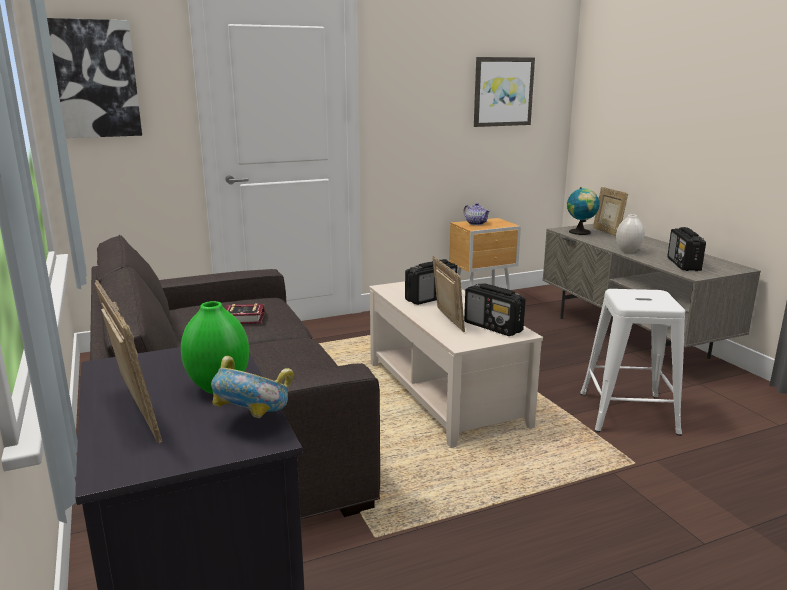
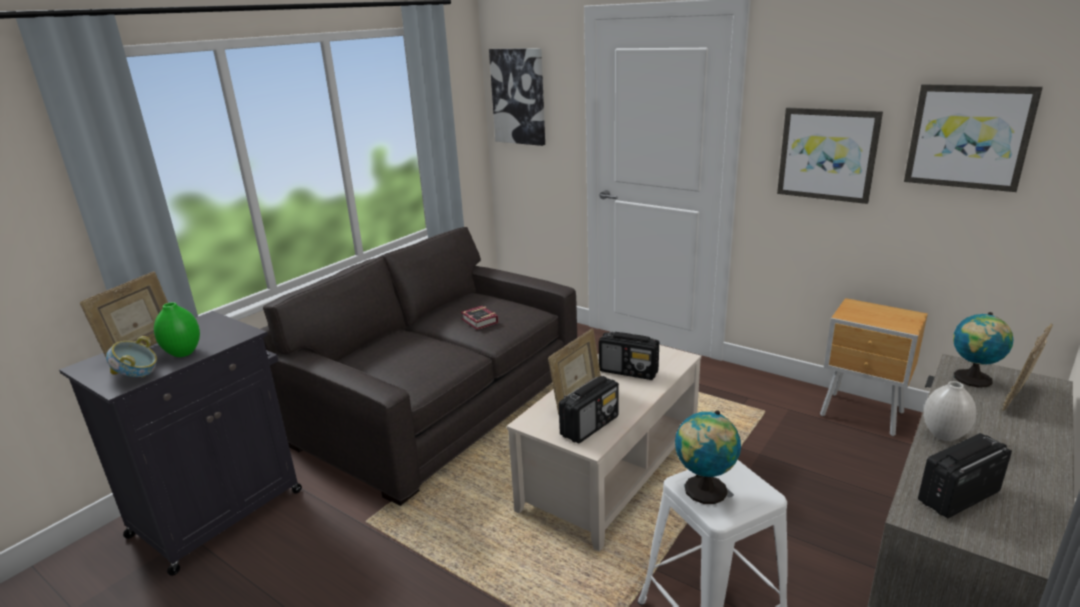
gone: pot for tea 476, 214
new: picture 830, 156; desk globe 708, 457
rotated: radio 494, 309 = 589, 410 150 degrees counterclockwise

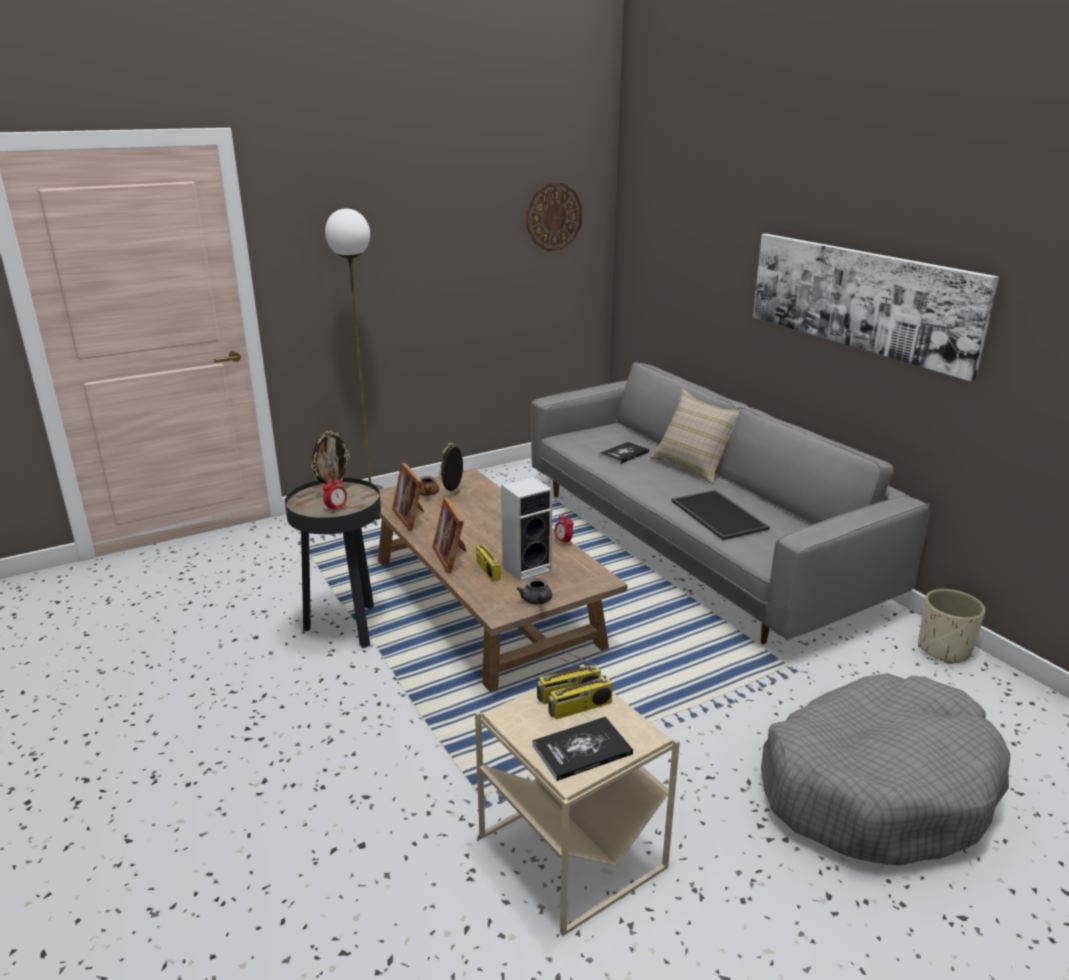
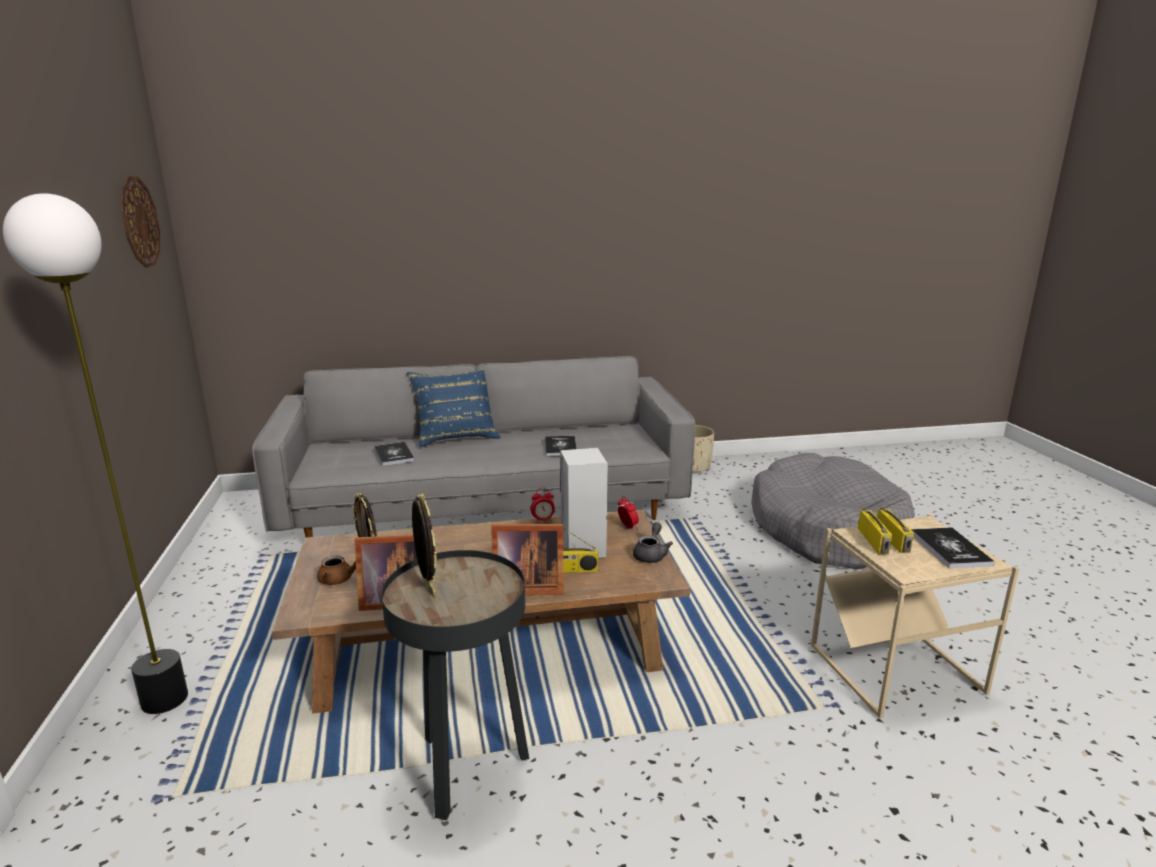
gone: picture 876, 307
shifted: table clock 335, 494 to 628, 513
swapped: carrying tray 720, 515 to book 561, 446
repainted: sand-coloured throw pillow 694, 437 to bluish throw pillow 454, 407
rotated: grey pot for tea 534, 591 = 653, 542 75 degrees counterclockwise

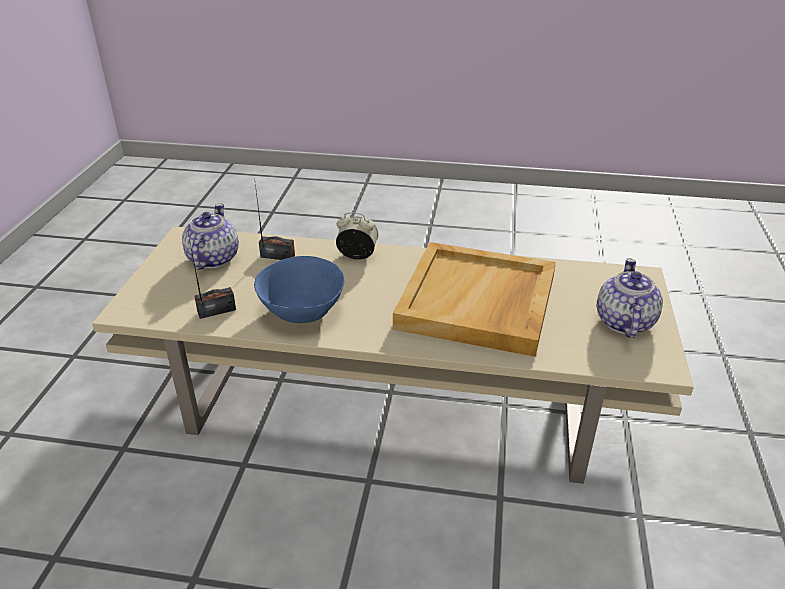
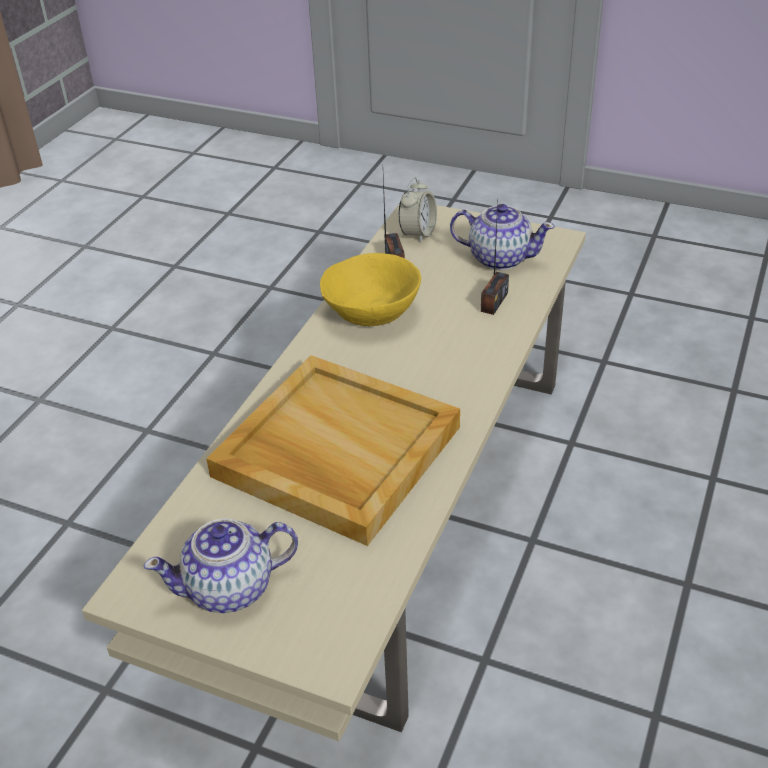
shifted: table clock 357, 235 to 418, 210
repainted: bluish deep dish 299, 289 to yellow-coloured deep dish 370, 289
rotated: pot for tea 630, 298 = 221, 565 135 degrees clockwise

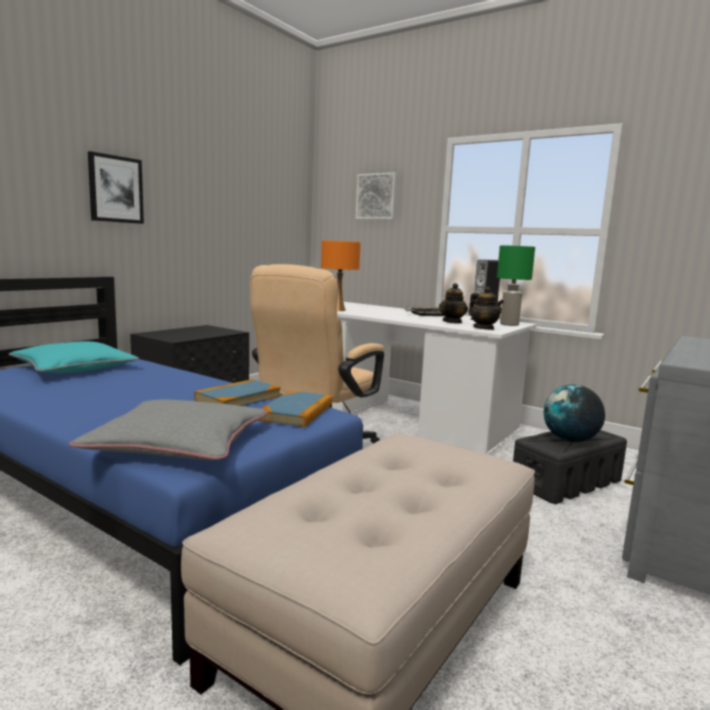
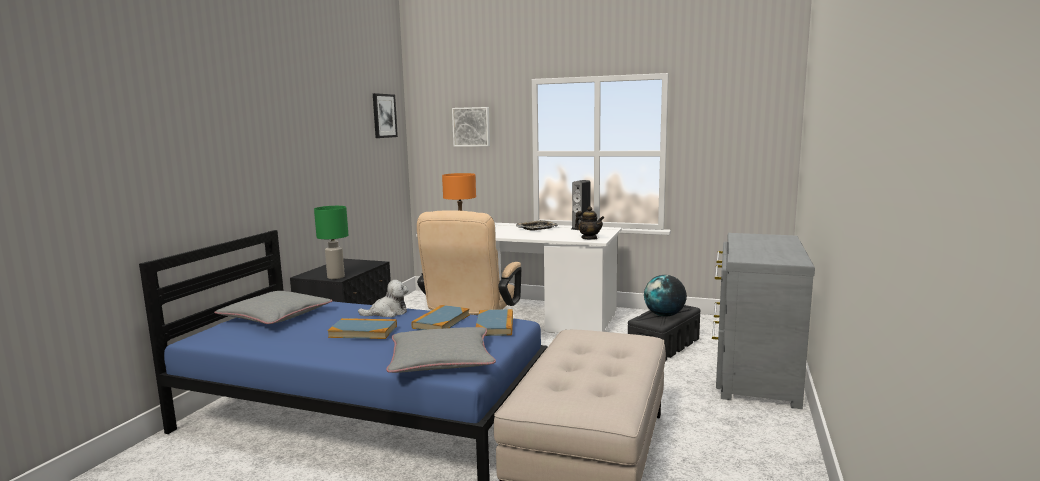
gone: pot for tea 453, 303
new: plush toy 383, 299; book 362, 328
shifted: picture 116, 187 to 385, 115; greenish lamp for a table 516, 285 to 331, 242
repainted: turquoise throw pillow 73, 357 to grey throw pillow 273, 307

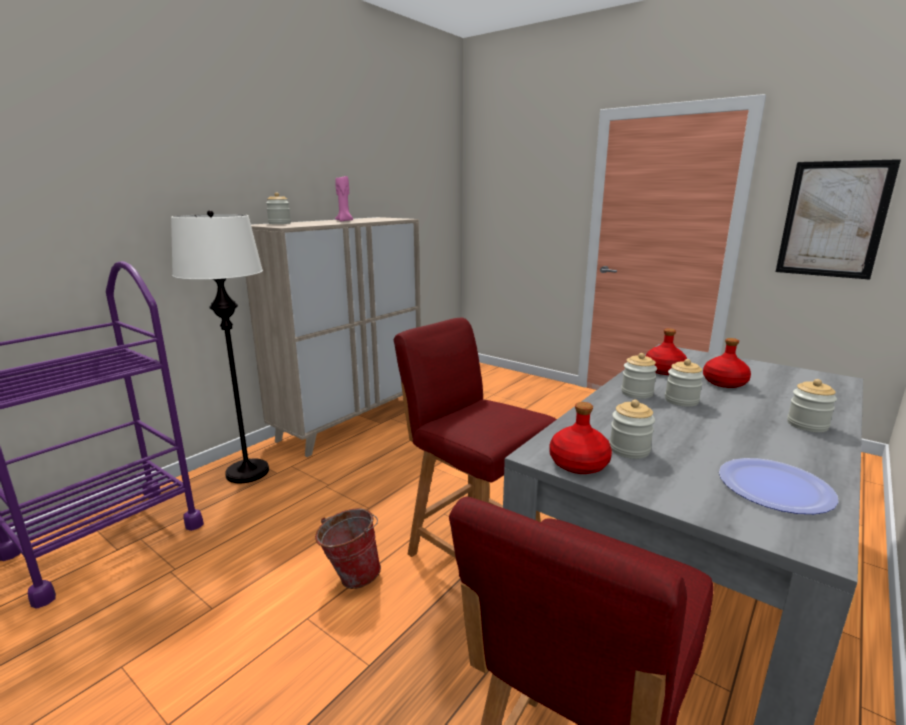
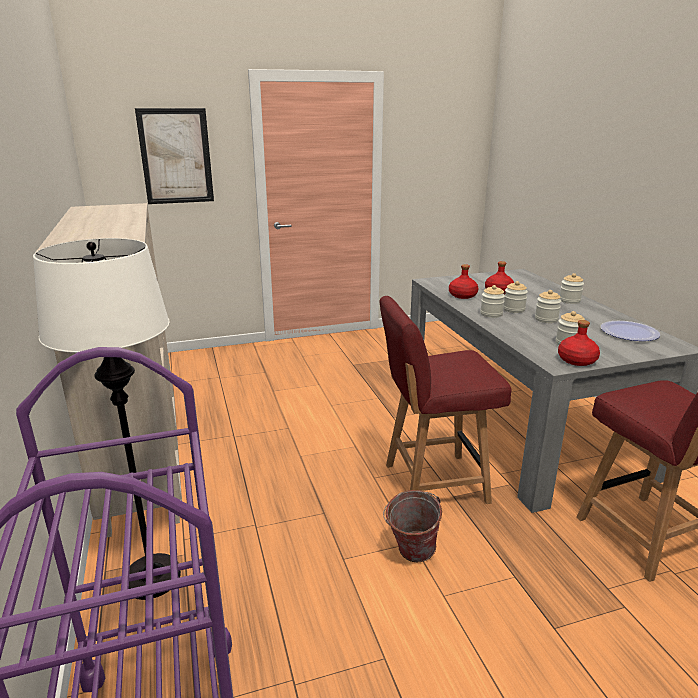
gone: pink-coloured candle 344, 198
shifted: picture 838, 219 to 174, 156; preserve jar 278, 208 to 548, 306

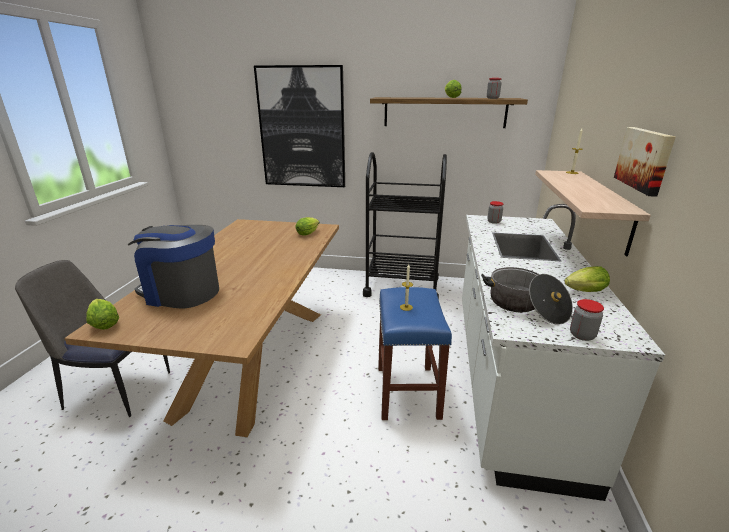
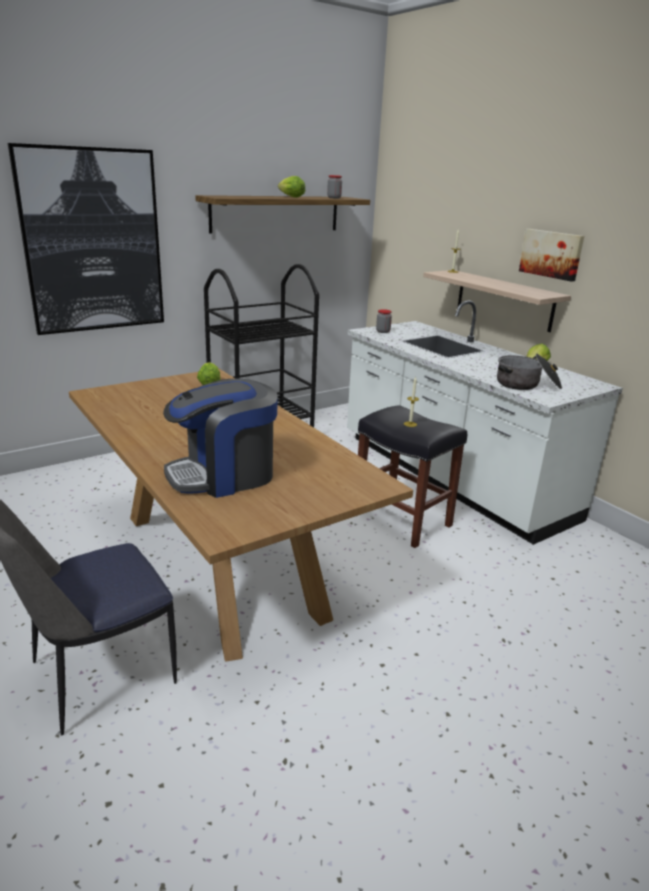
gone: head of lettuce 102, 314; preserve jar 587, 320
repainted: bluish sitting stool 415, 353 to blackish sitting stool 412, 476

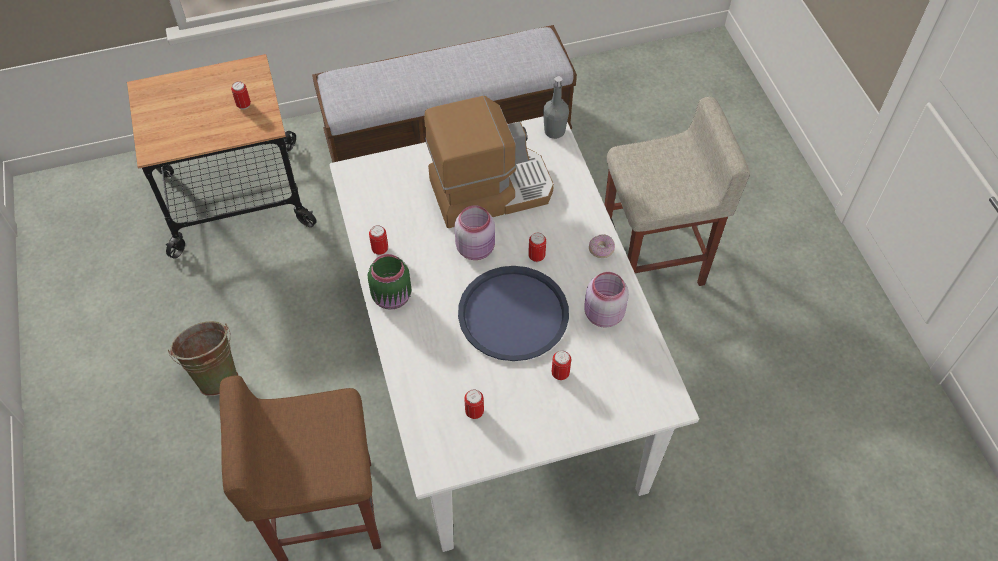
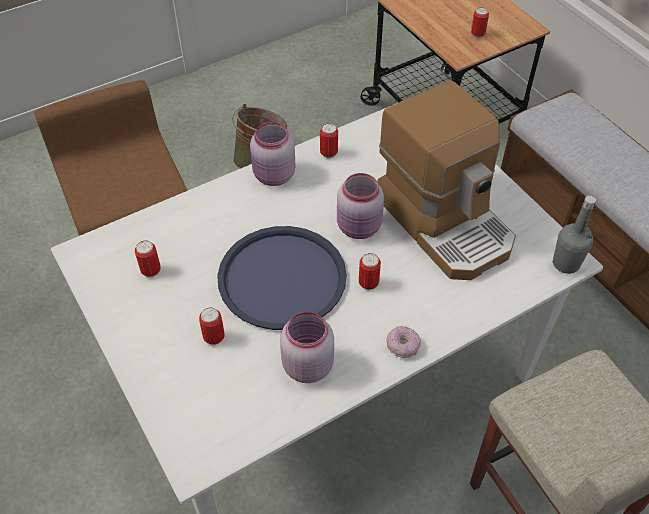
repainted: greenish preserve jar 390, 282 to pink-coloured preserve jar 272, 154

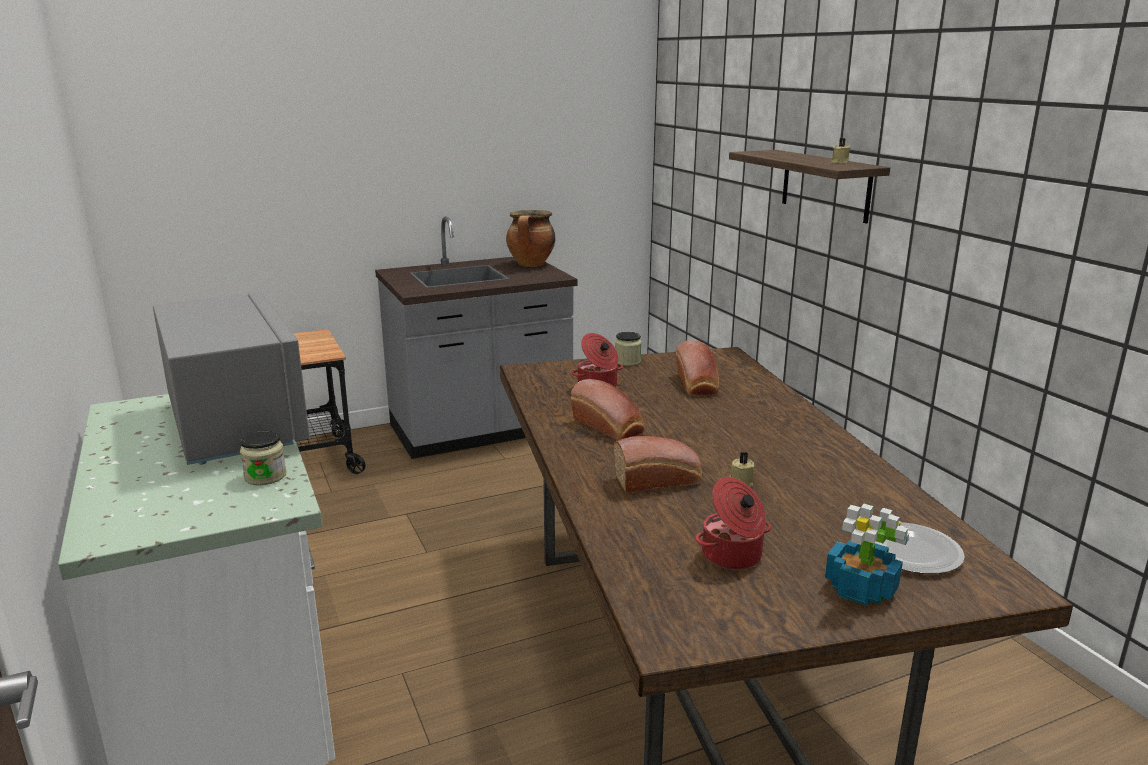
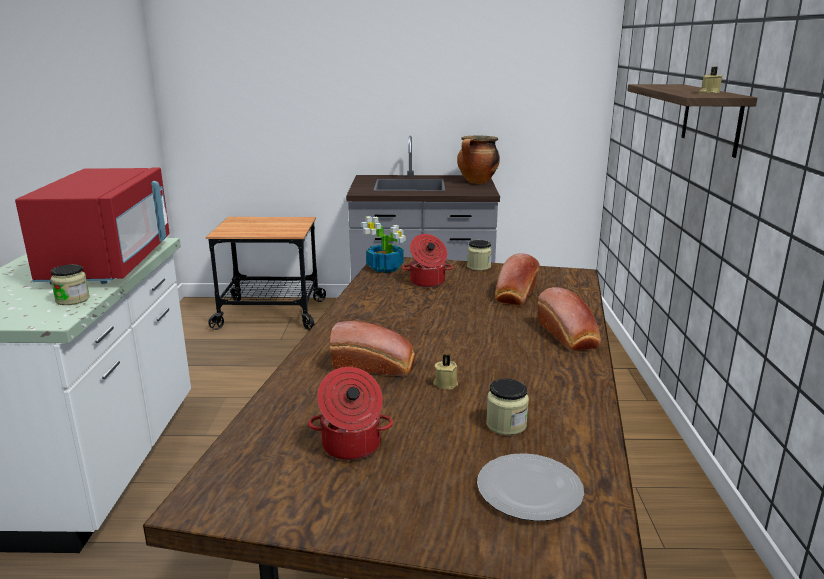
new: preserve jar 507, 407
shifted: bakery bread 608, 409 to 569, 319; potted plant 867, 555 to 383, 244
repainted: grey kitchen microwave 231, 378 to reddish kitchen microwave 92, 226

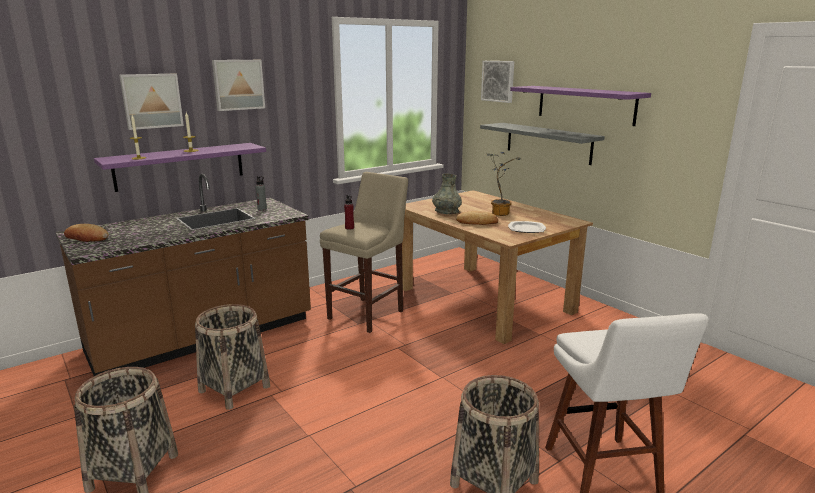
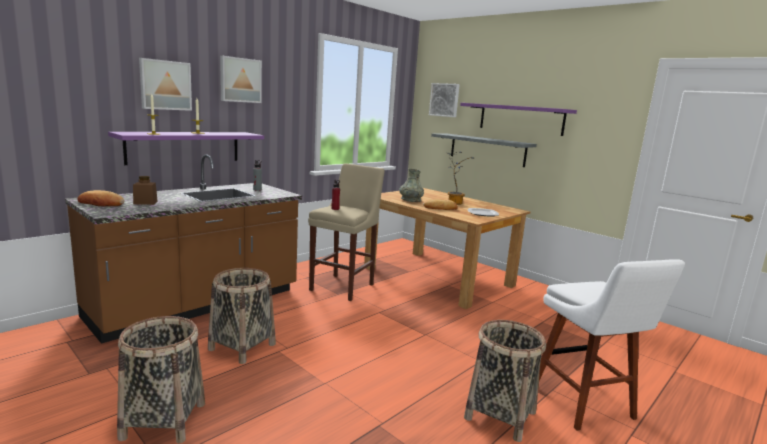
new: brownish preserve jar 145, 190

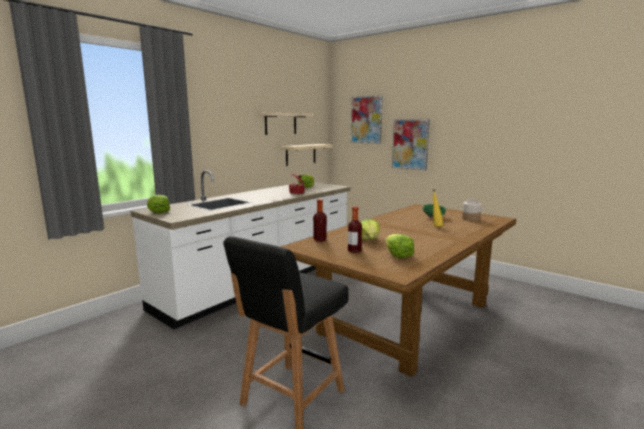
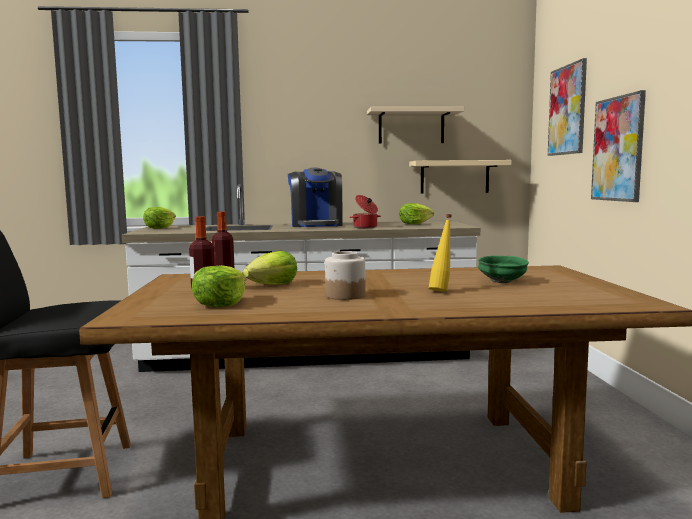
new: coffee maker 315, 197
shifted: preserve jar 472, 210 to 345, 275

